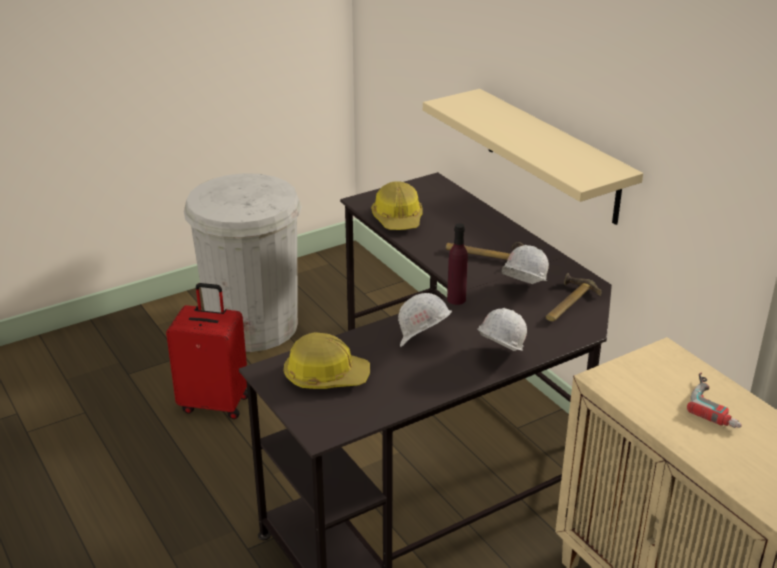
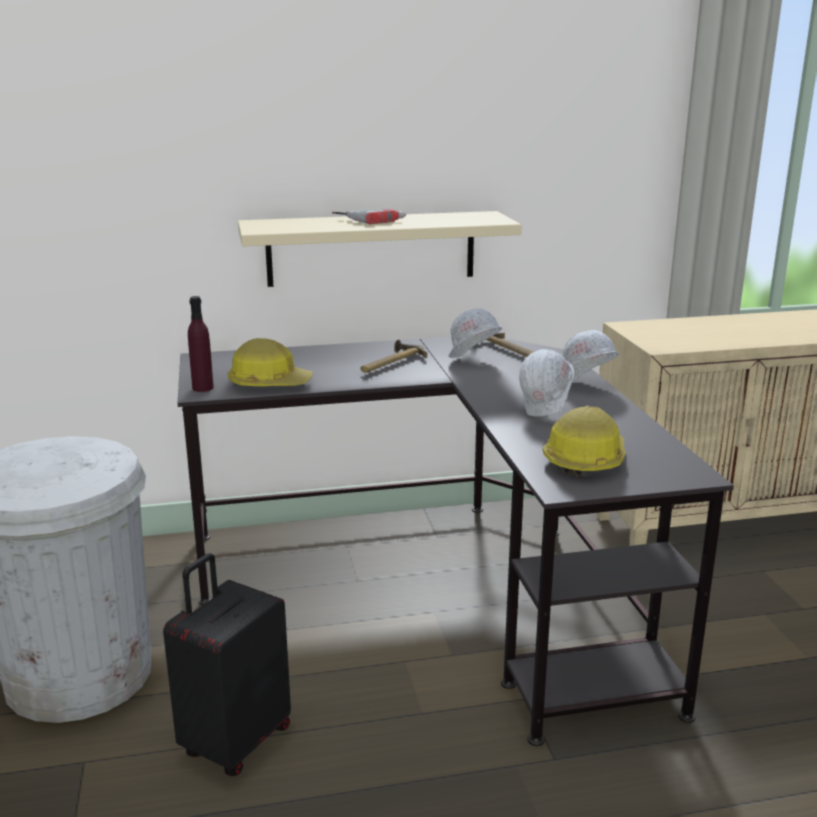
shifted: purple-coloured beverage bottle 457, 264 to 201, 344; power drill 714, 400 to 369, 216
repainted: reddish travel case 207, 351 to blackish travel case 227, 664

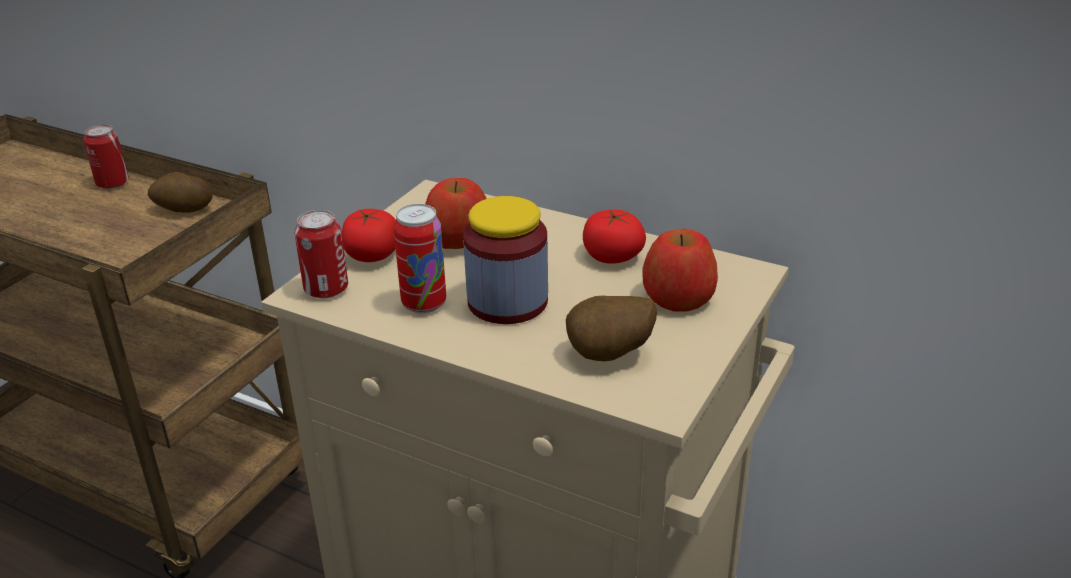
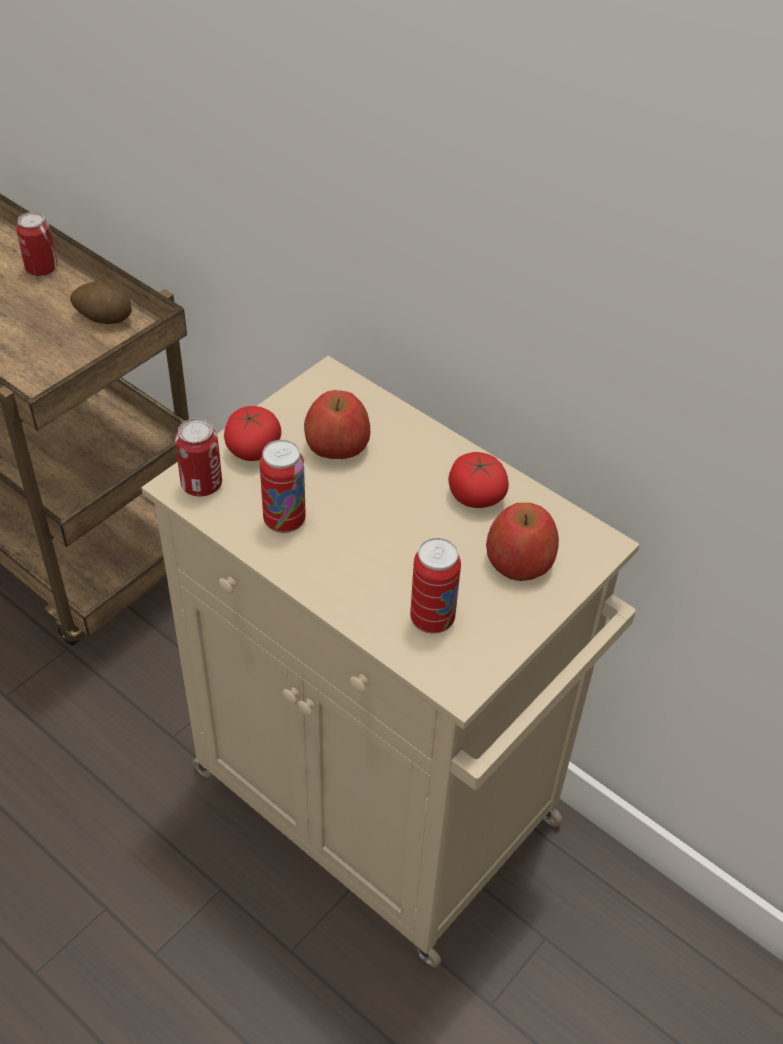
gone: preserve jar 505, 260
swapped: spud 611, 328 to sealed can 435, 586

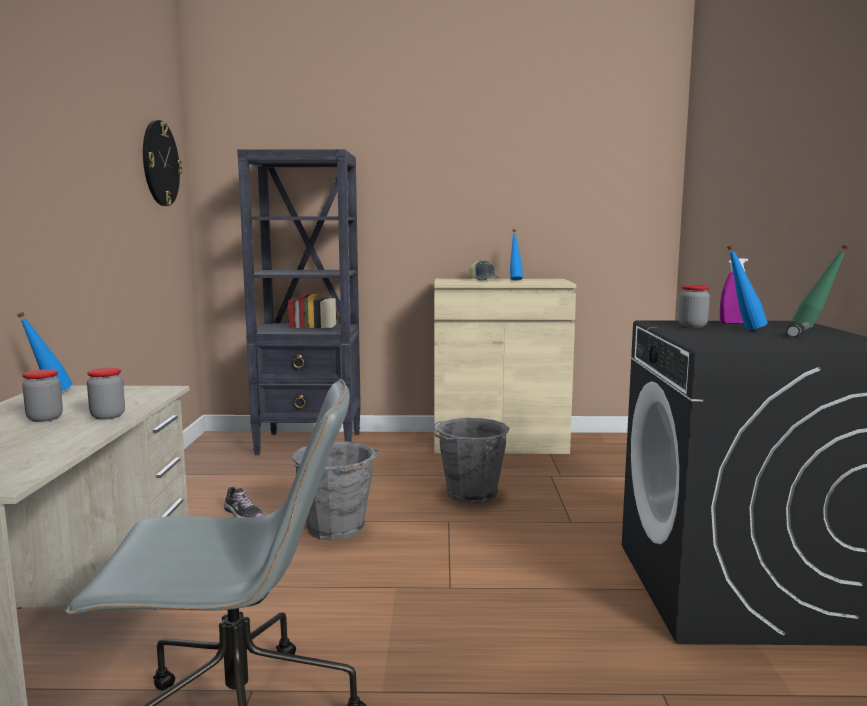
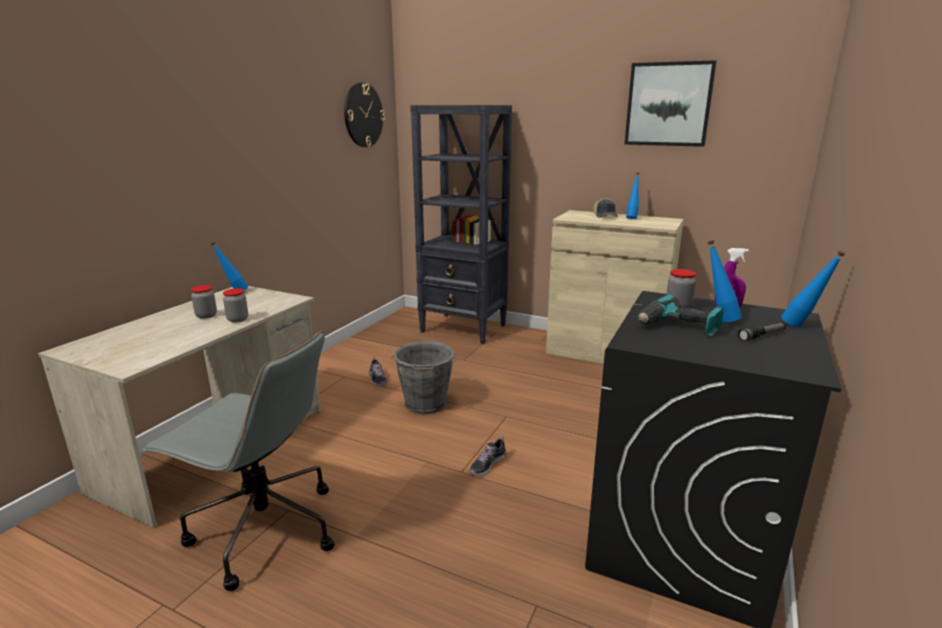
gone: grey pail 471, 461
new: picture 670, 103; power drill 681, 315; shoe 487, 456
repainted: greenish beverage bottle 820, 286 to bluish beverage bottle 813, 288

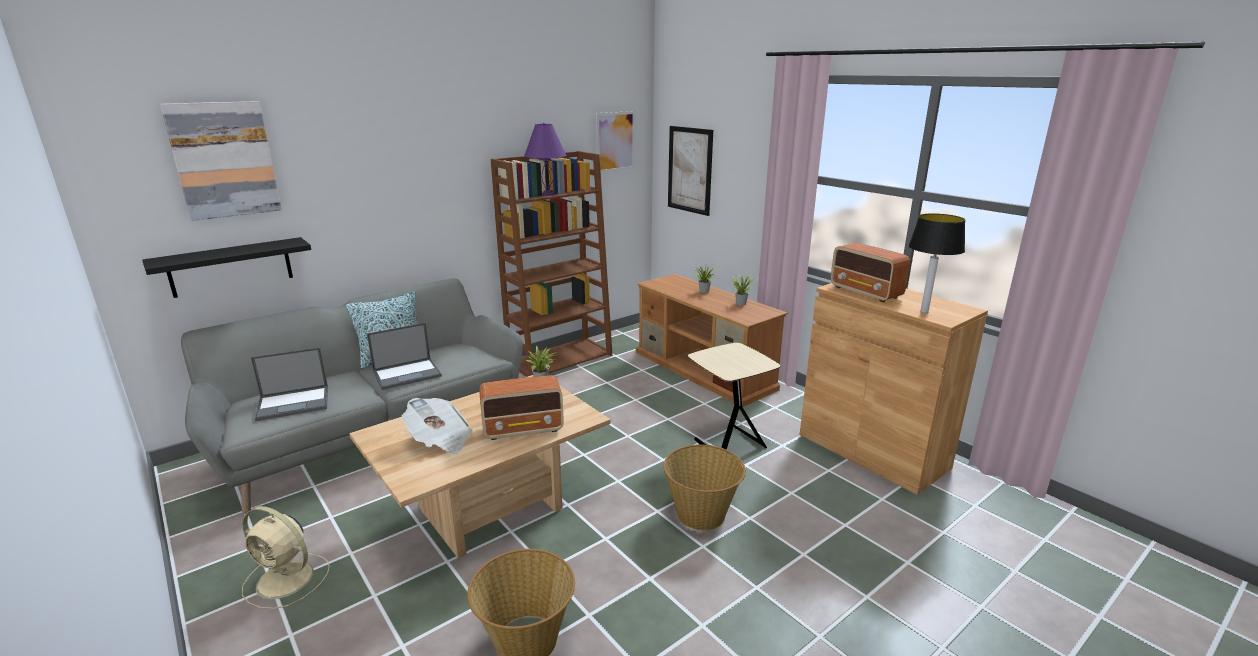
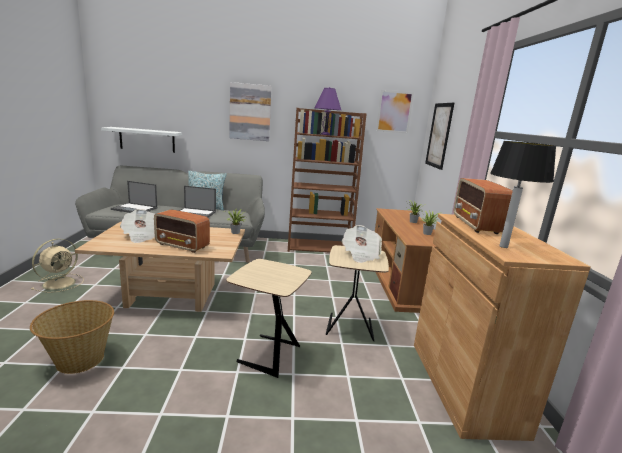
new: daily paper 362, 244
shifted: picture 221, 161 to 250, 111
swapped: storage basket 704, 487 to sand-coloured accent table 269, 318
repainted: blackish bracket shelf 226, 267 to whitish bracket shelf 141, 140
rotated: sand-coloured fan 286, 557 = 57, 266 120 degrees counterclockwise

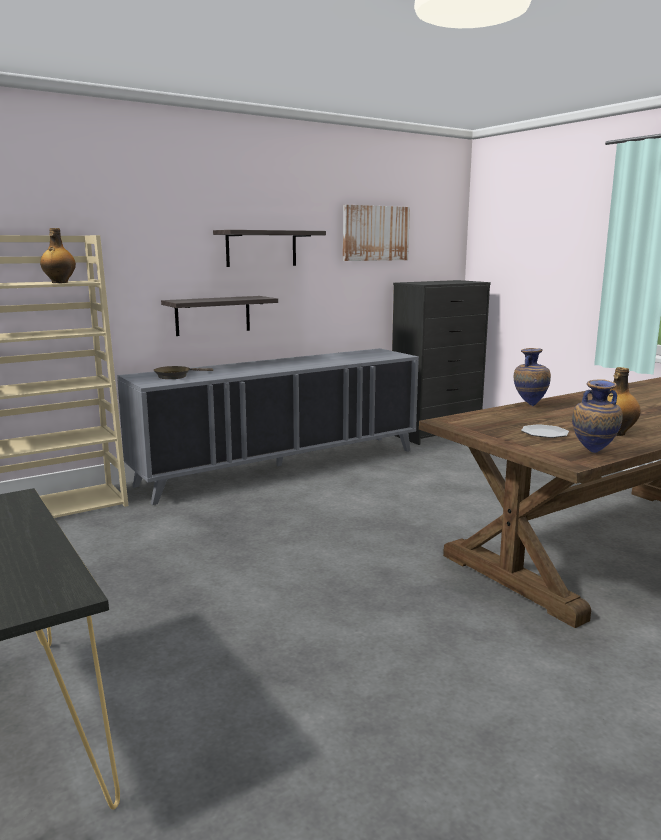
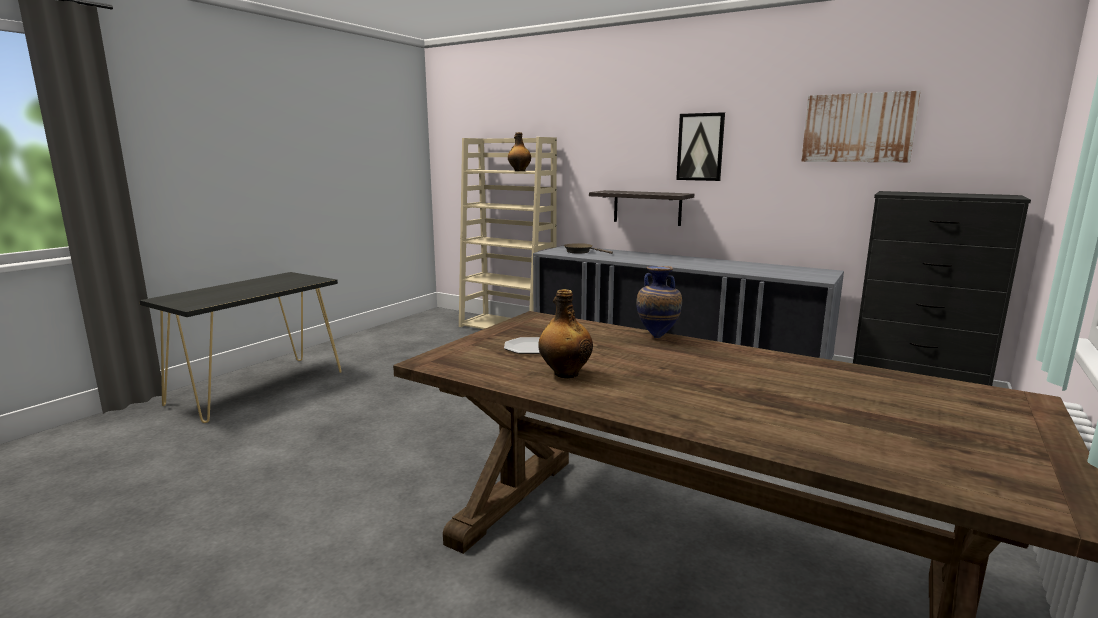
gone: flower vase 597, 416
swapped: bracket shelf 269, 248 to picture 700, 146

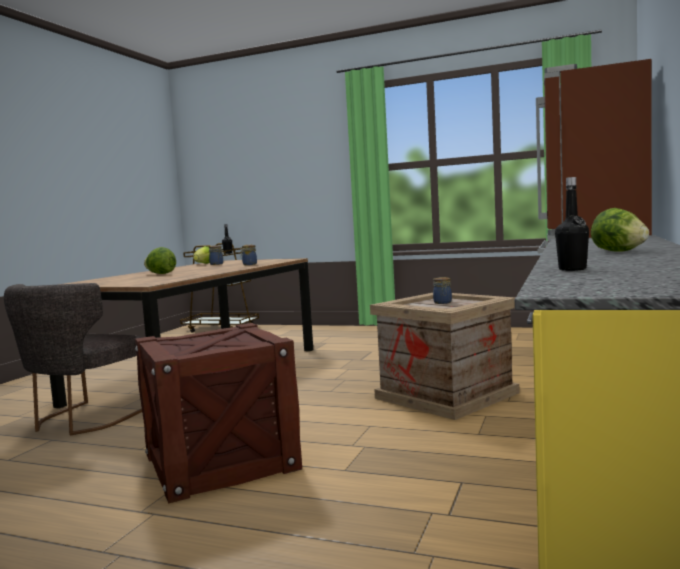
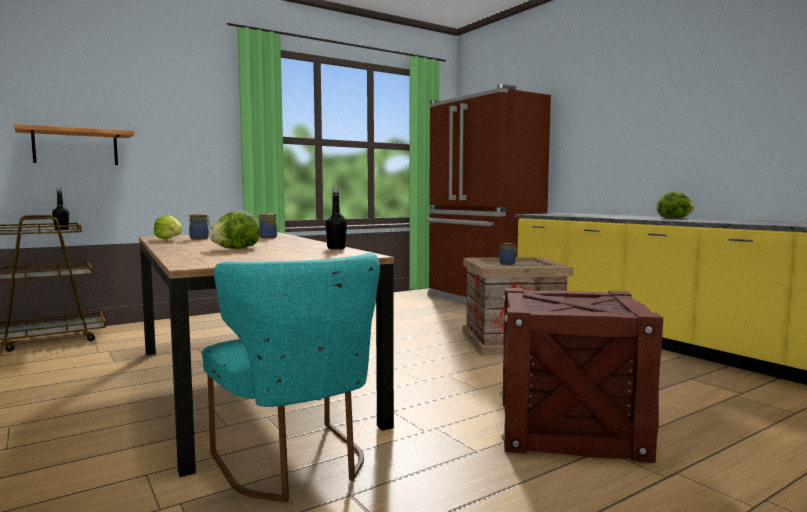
new: bracket shelf 74, 144
shifted: blackish beverage bottle 572, 224 to 336, 218
repainted: grey plain chair 73, 359 to turquoise plain chair 291, 377

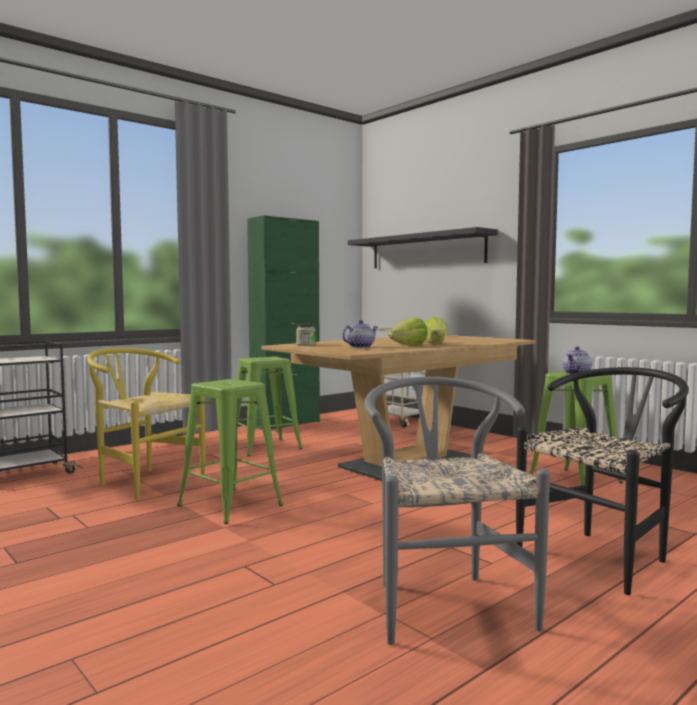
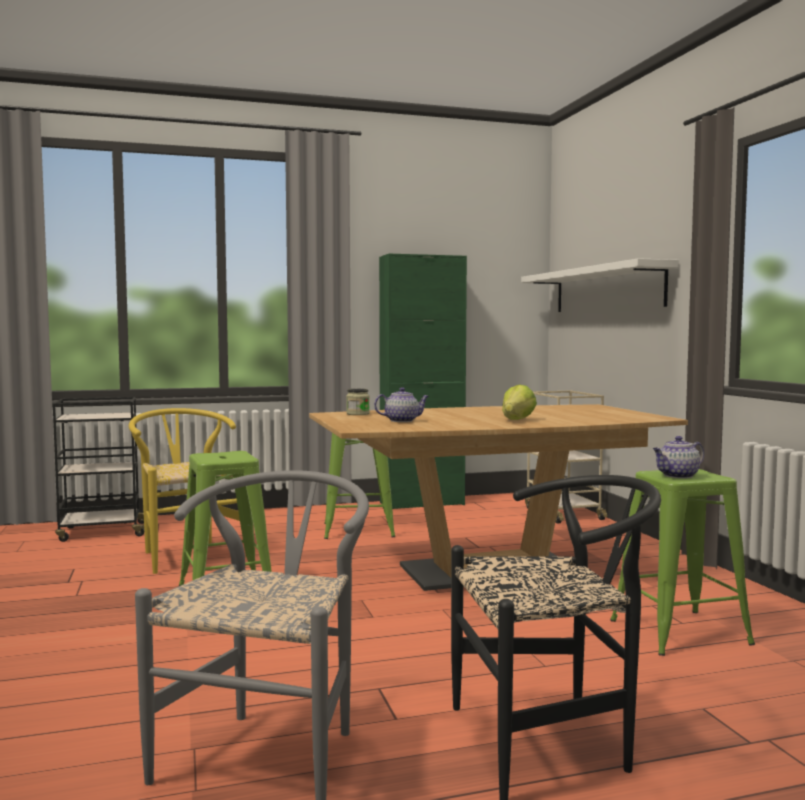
gone: head of lettuce 408, 331
repainted: blackish bracket shelf 423, 247 to whitish bracket shelf 600, 285

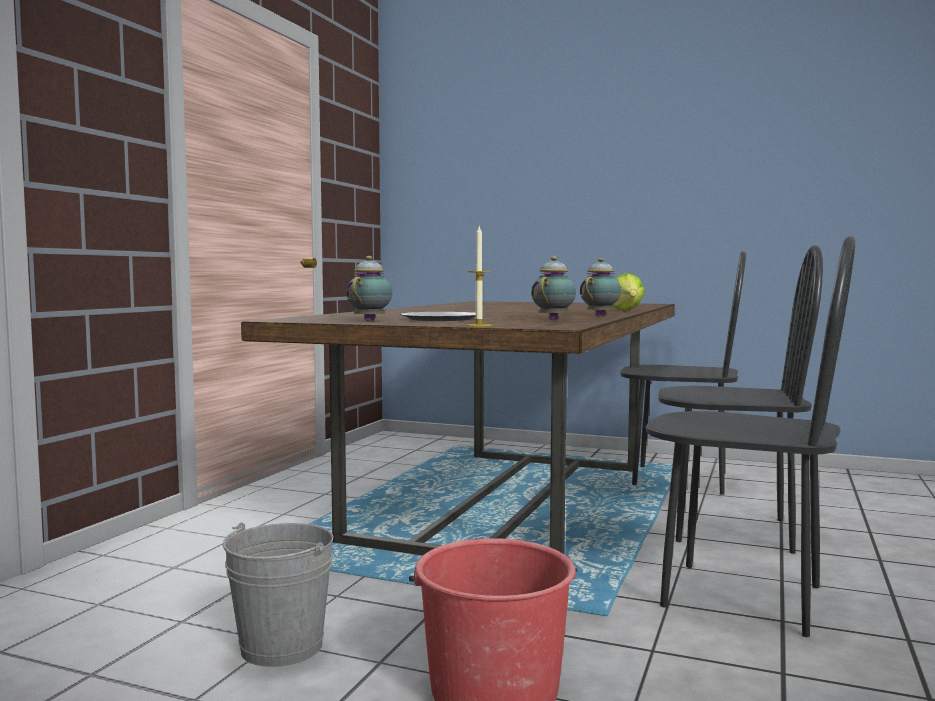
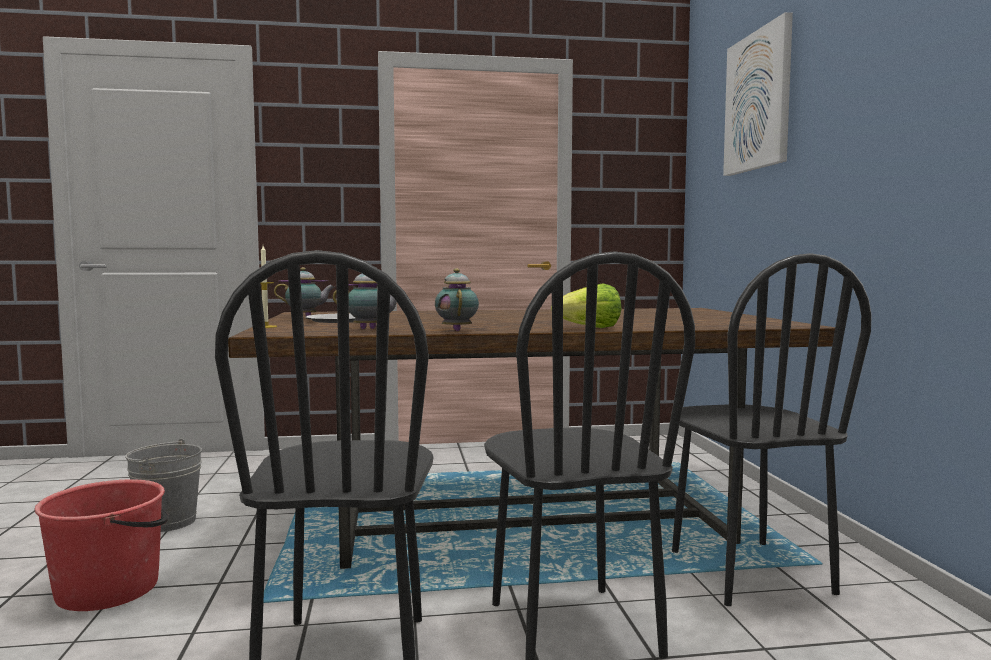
new: picture 758, 94
rotated: pot for tea 600, 287 = 457, 299 105 degrees counterclockwise

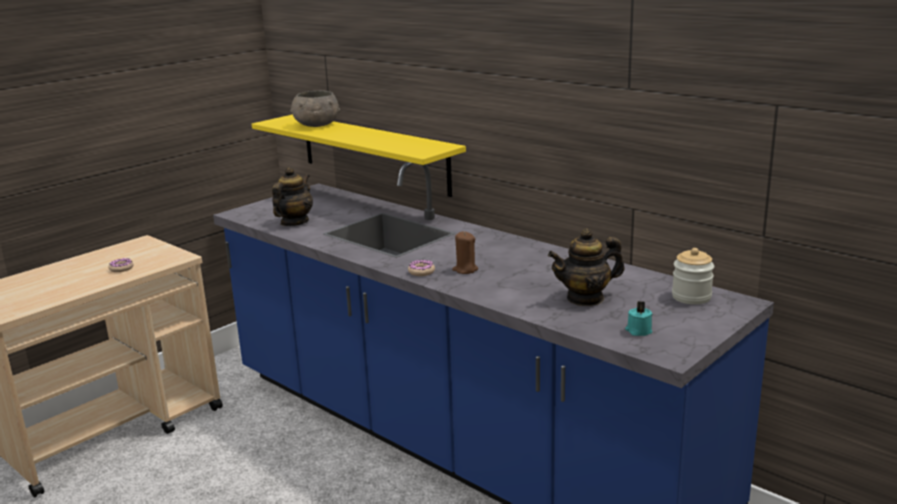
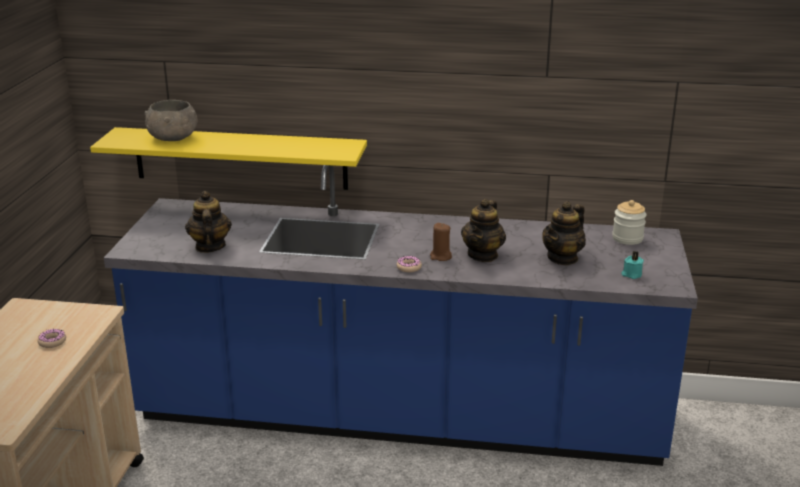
new: pot for tea 483, 230

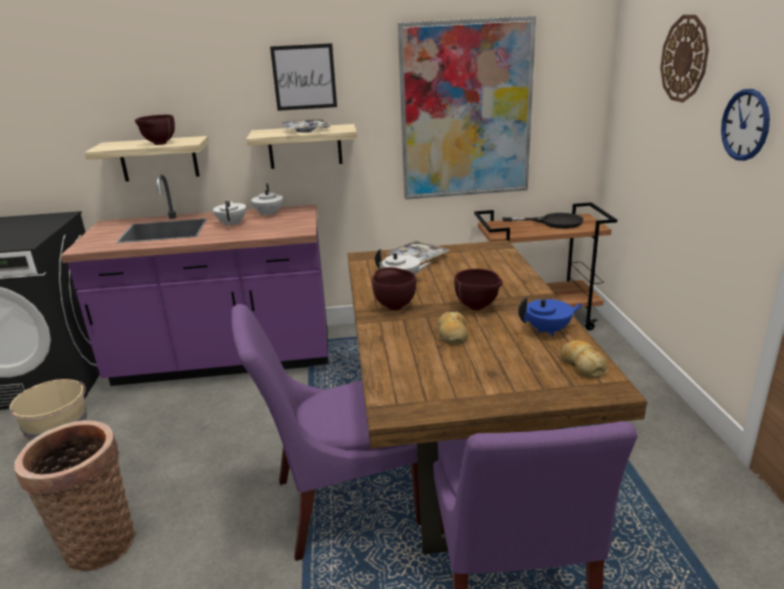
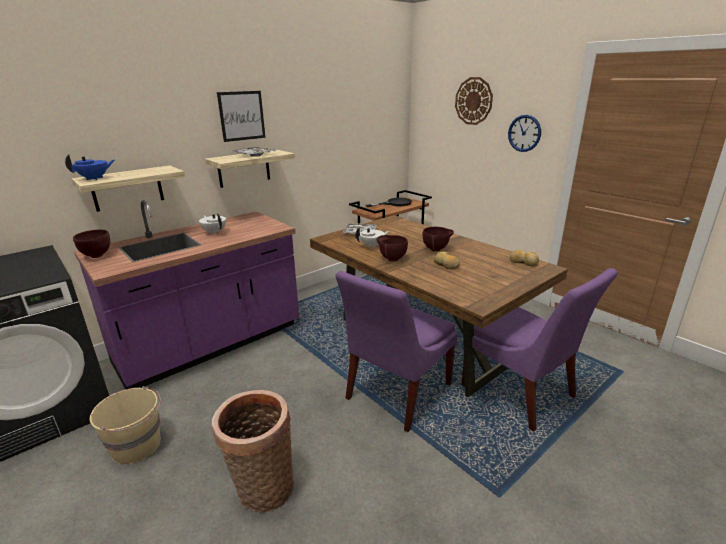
gone: picture 467, 108; whitish pot for tea 267, 200
shifted: brownish deep dish 155, 130 to 91, 244; bluish pot for tea 550, 316 to 90, 167

